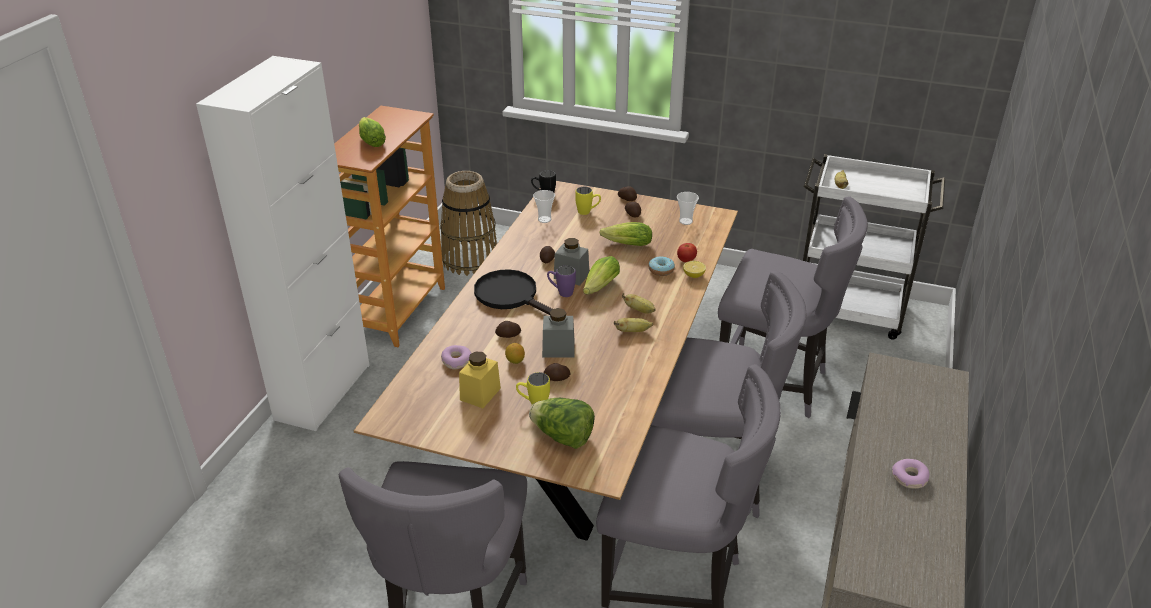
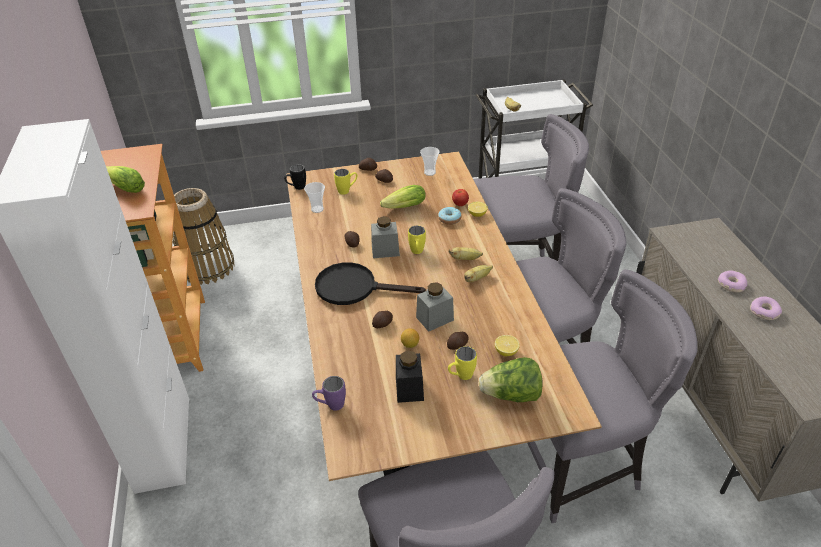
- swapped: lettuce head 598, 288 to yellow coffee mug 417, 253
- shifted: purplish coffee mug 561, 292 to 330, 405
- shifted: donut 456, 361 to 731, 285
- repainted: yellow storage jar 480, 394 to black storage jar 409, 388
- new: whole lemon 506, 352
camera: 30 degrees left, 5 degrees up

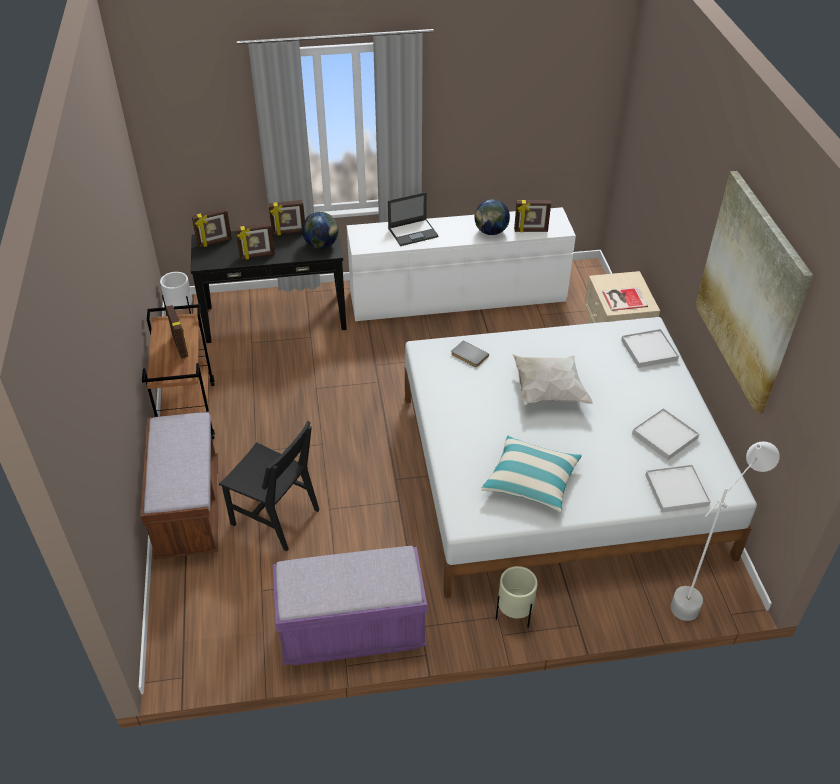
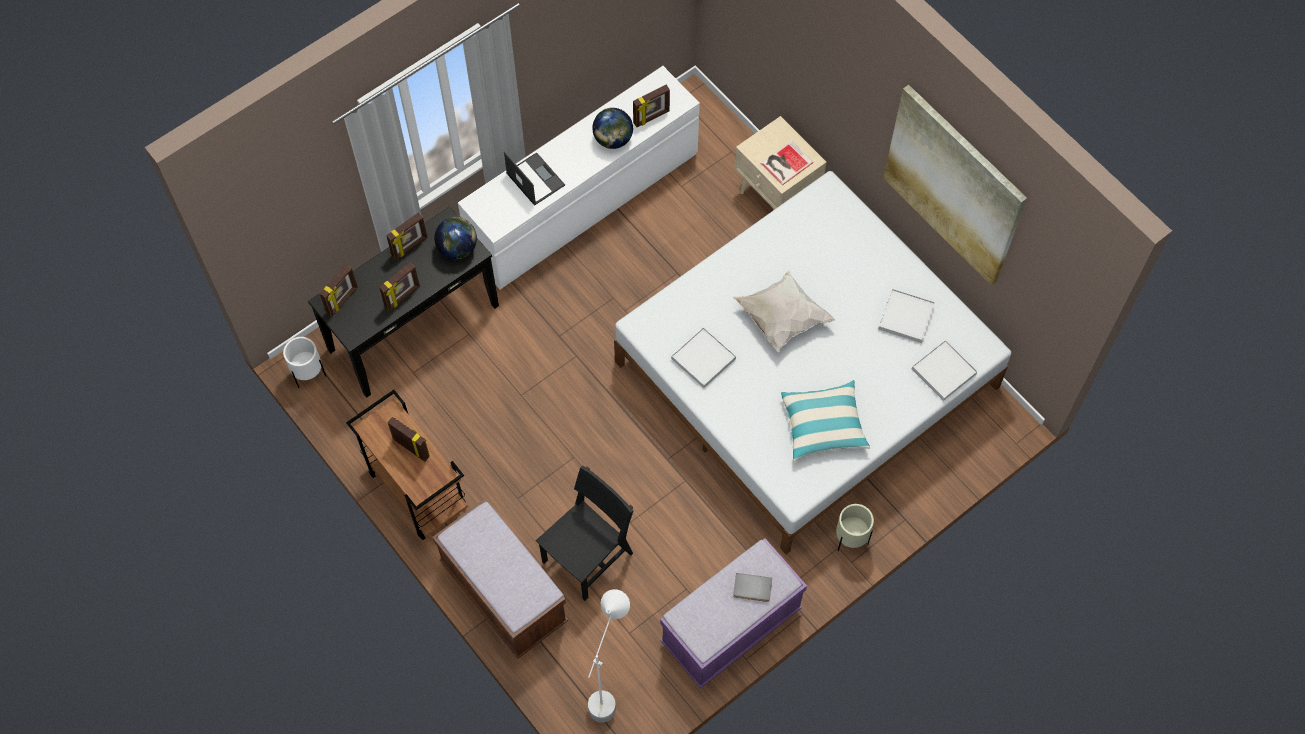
- rotated: notebook computer 413, 232 = 535, 179 75 degrees counterclockwise
- shifted: white serving tray 648, 350 to 703, 359
- shifted: gray book 469, 356 to 752, 589
- rotated: black plain chair 275, 517 = 588, 557 45 degrees counterclockwise
- shifted: white standing lamp 699, 595 to 609, 687
camera: 30 degrees left, 20 degrees up

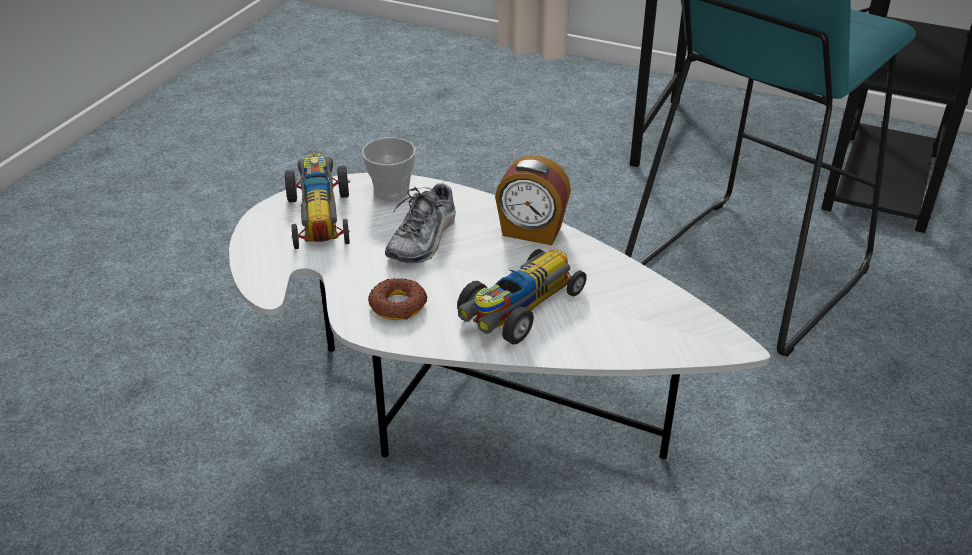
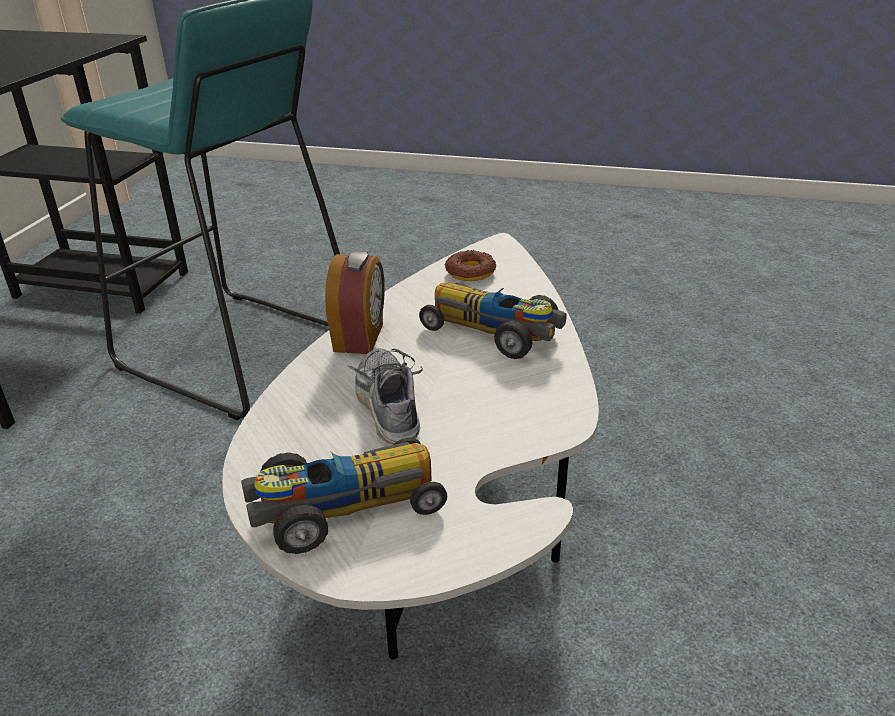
- gone: drinking cup 391, 191
- rotated: low shoe 423, 239 = 388, 405 120 degrees counterclockwise
- shifted: donut 398, 305 to 470, 272
camera: 100 degrees left, 5 degrees down

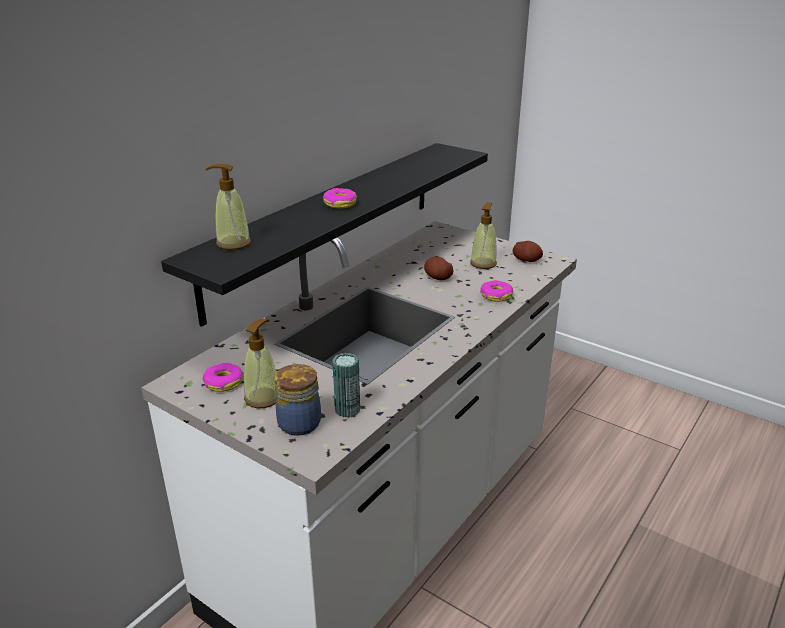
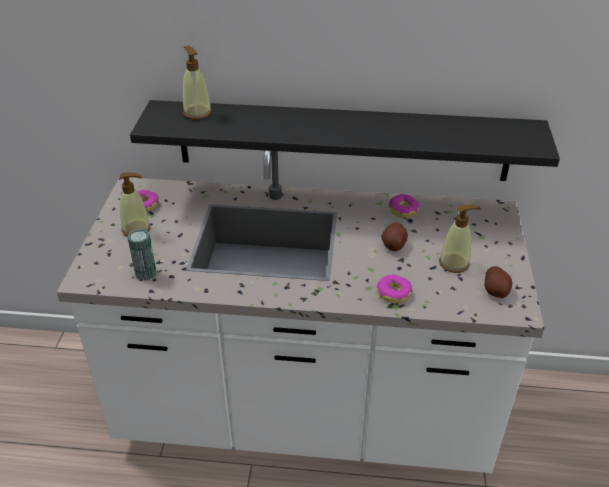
- shifted: donut 340, 203 to 403, 210
- gone: storage jar 298, 422
camera: 60 degrees right, 10 degrees up

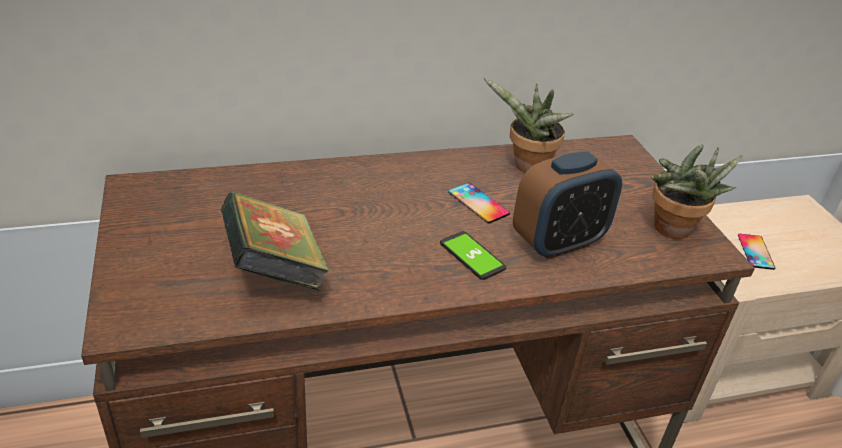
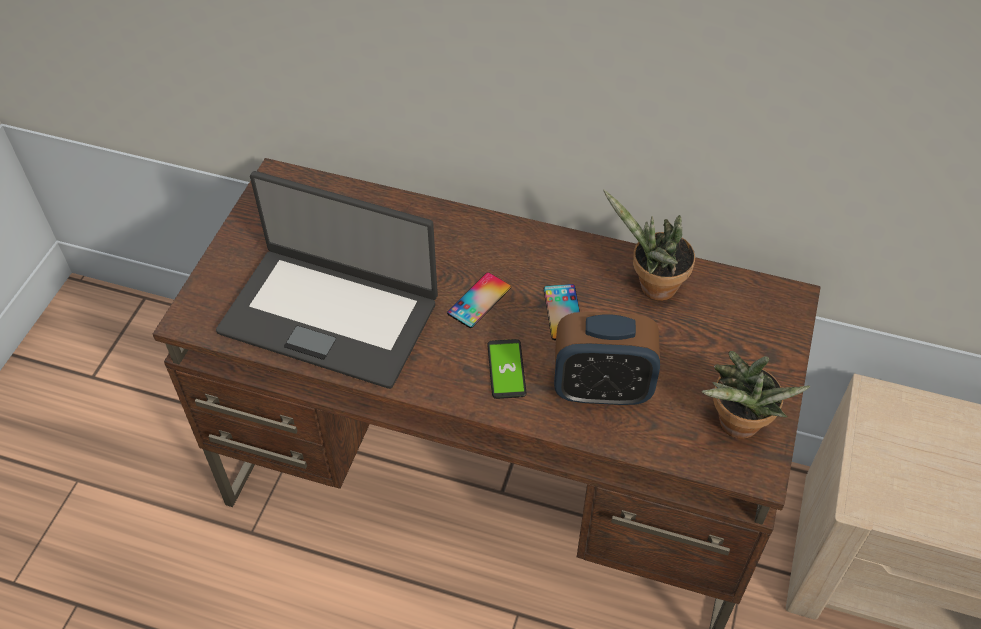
- swapped: book 275, 271 to notebook computer 330, 315
- shifted: handset 755, 251 to 479, 300
camera: 35 degrees right, 15 degrees up

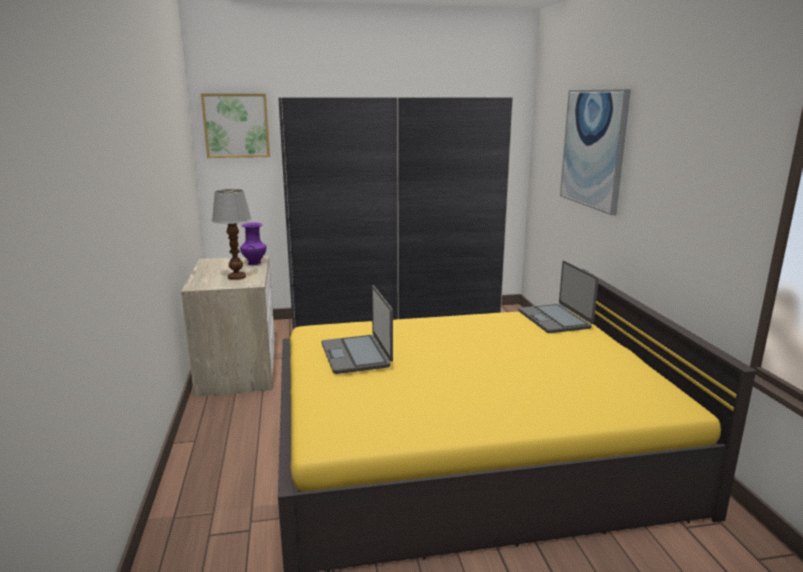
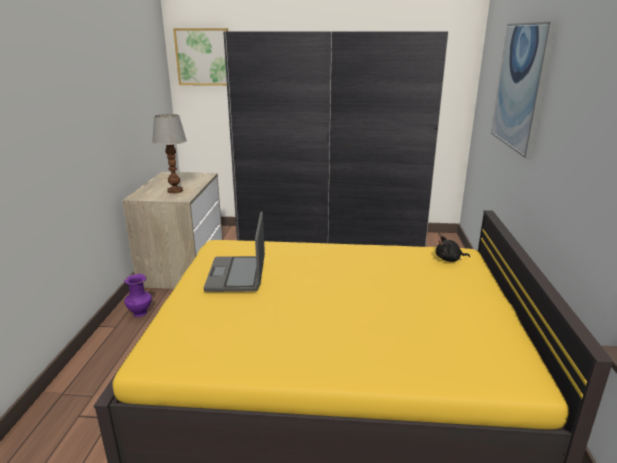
- shifted: purplish vase 254, 263 to 140, 313
- swapped: notebook computer 555, 319 to black soft toy 449, 259
camera: 15 degrees right, 5 degrees up

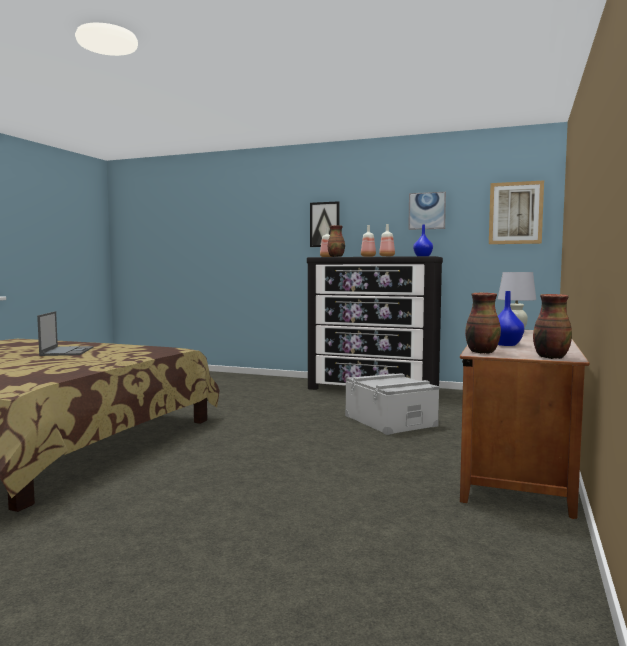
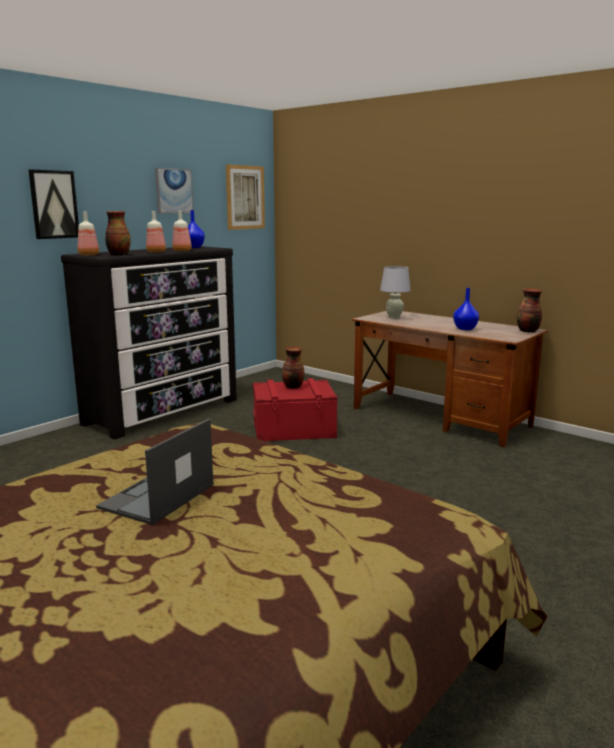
- shifted: vase 481, 352 to 292, 387
- rotated: notebook computer 67, 351 = 157, 497 75 degrees counterclockwise
- repainted: gray storage bin 390, 420 to red-coloured storage bin 293, 428
camera: 70 degrees left, 10 degrees up

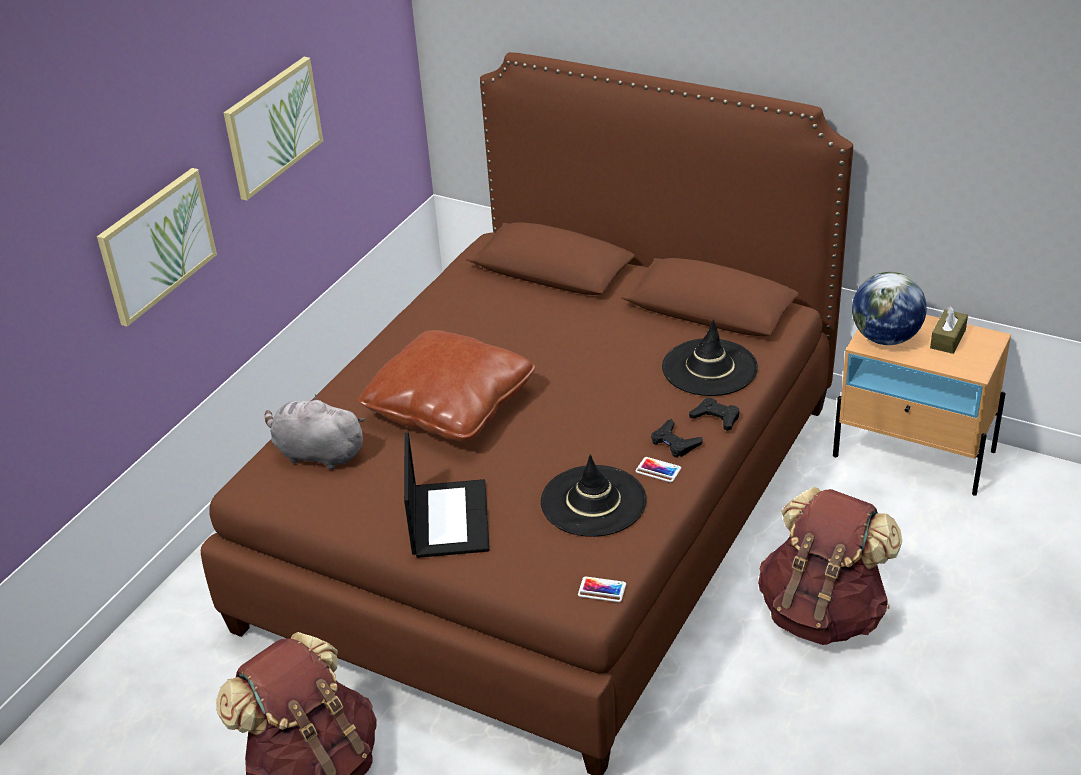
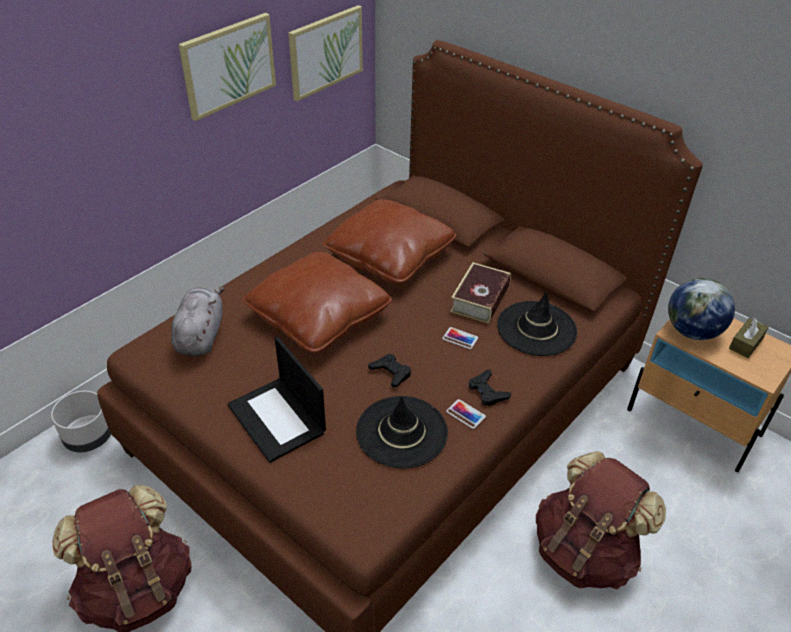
- shifted: wall art 156, 245 to 325, 52
- rotated: gray soft toy 317, 454 = 201, 335 60 degrees clockwise
- shifted: black game controller 716, 418 to 391, 373
- rotated: notebook computer 448, 518 = 278, 419 135 degrees clockwise
- shifted: handset 602, 590 to 460, 338
- new: brown-coloured cushion 389, 256
- new: book 480, 299
- new: gray plant pot 89, 437
camera: 10 degrees right, 5 degrees up

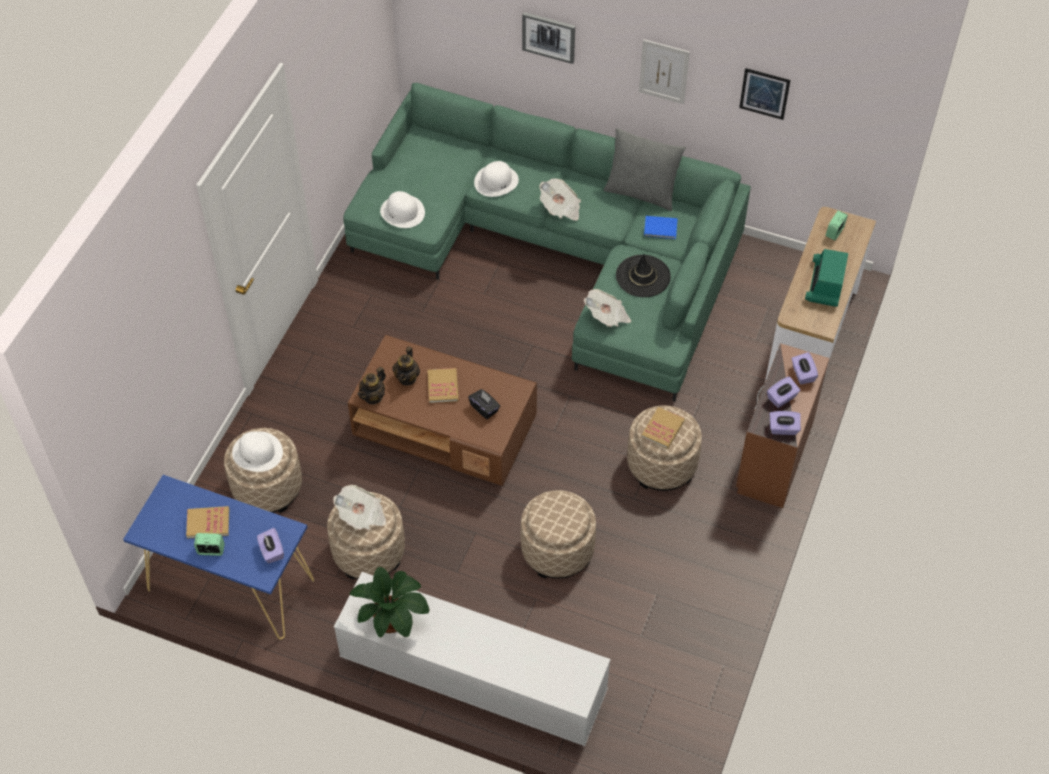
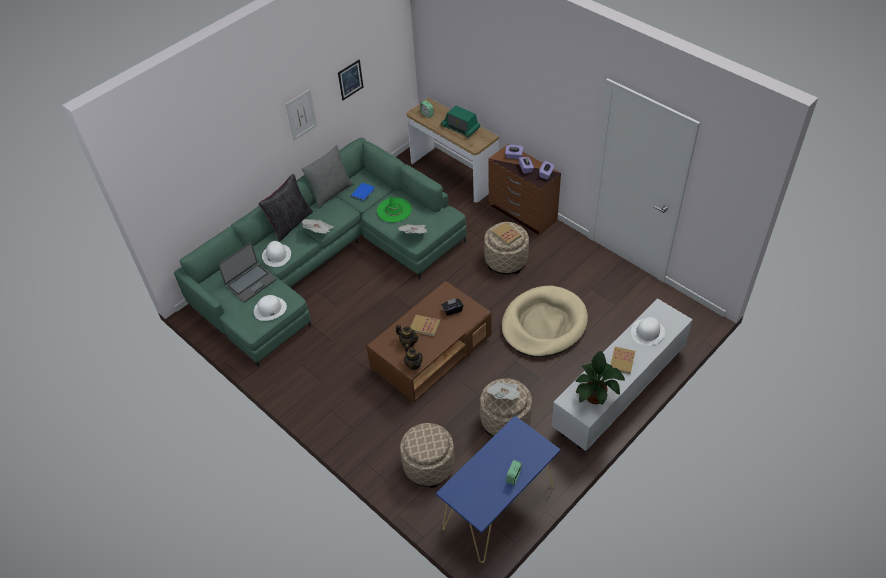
- gone: wall art 549, 36
- repainted: black wearable hat 643, 276 to green-coloured wearable hat 394, 210
- shifted: white wearable hat 257, 452 to 647, 332
- swapped: sand-coloured footrest 557, 550 to sand-coloured pet bed 544, 324
- shifted: book 208, 523 to 622, 361
- gone: purplish tissue holder 271, 551
- new: black cushion 290, 223
- new: notebook computer 250, 283
camera: 65 degrees left, 5 degrees down

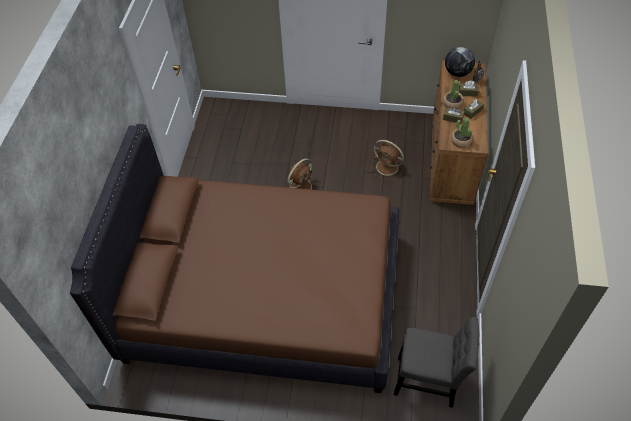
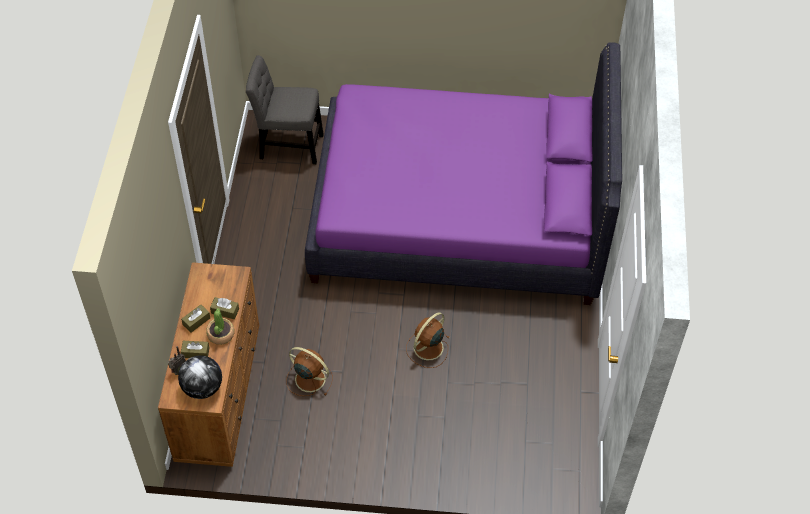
- gone: plant in a pot 461, 141
- repainted: brown-coloured sleeping bed 264, 297 to purplish sleeping bed 458, 216
camera: 175 degrees right, 0 degrees up

